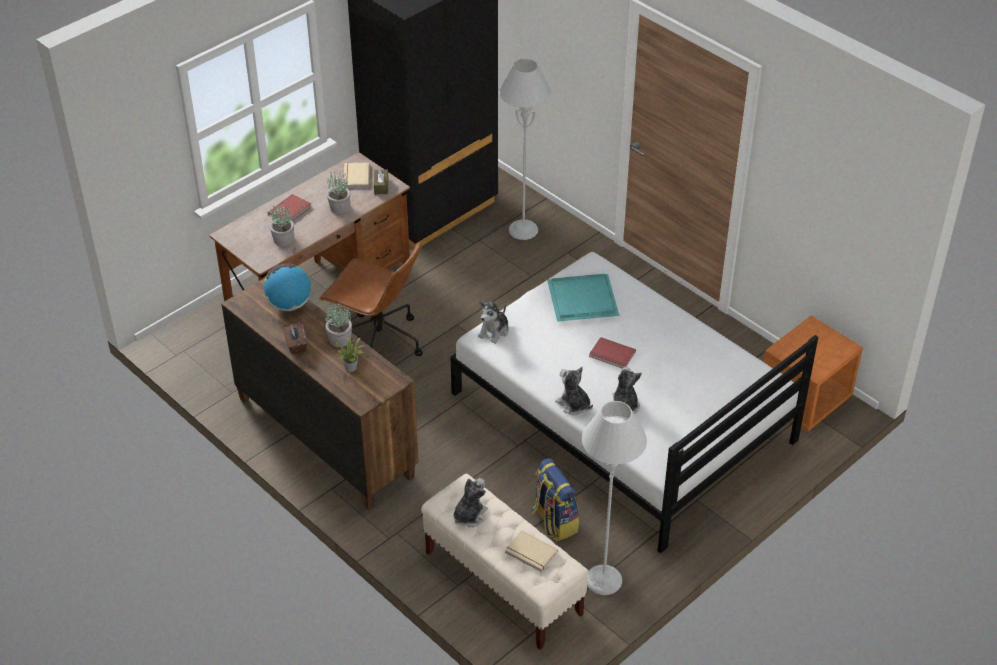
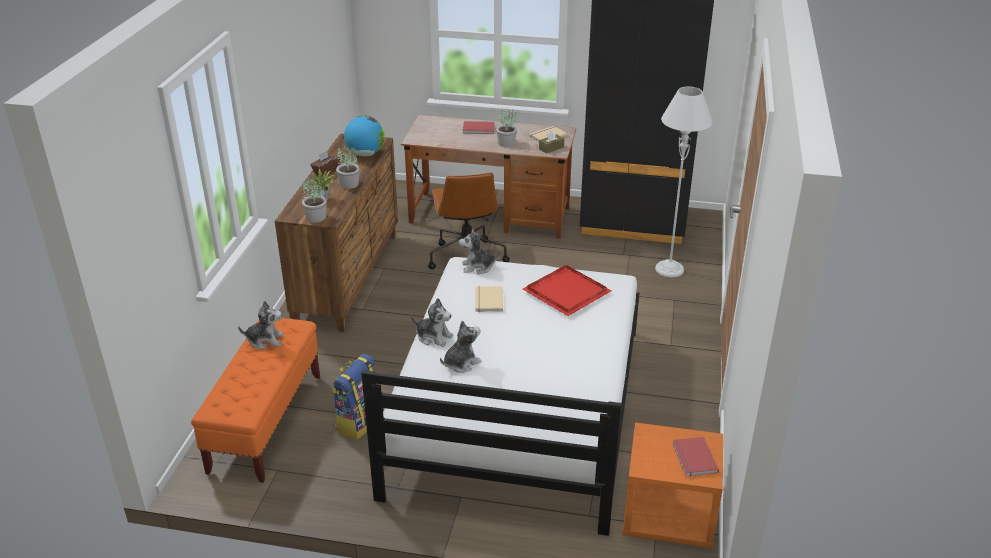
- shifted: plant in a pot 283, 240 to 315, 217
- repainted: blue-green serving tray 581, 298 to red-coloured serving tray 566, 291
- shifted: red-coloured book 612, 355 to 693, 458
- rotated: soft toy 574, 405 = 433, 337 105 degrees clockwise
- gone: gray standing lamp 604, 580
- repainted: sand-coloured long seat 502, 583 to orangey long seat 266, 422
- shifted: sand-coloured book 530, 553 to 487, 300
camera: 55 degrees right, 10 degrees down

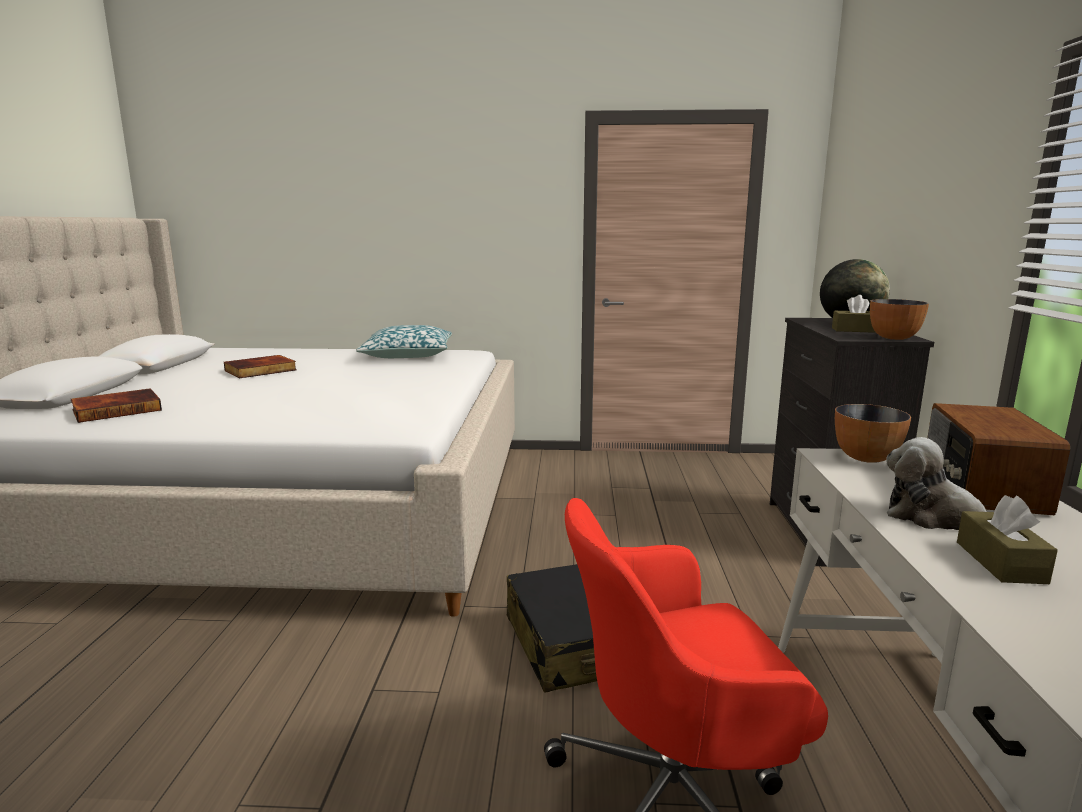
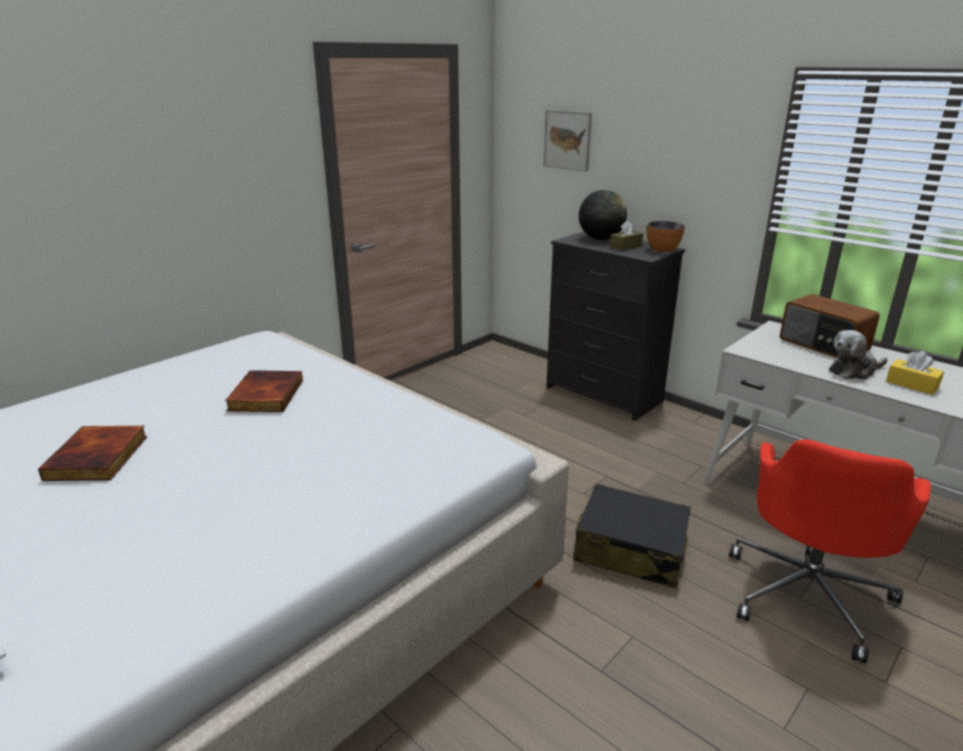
- gone: cushion 407, 354
- shifted: book 117, 409 to 265, 395
- gone: deep dish 865, 458
- repainted: brown-coloured tissue holder 1000, 562 to yellow tissue holder 912, 384
- new: wall art 567, 140
camera: 50 degrees left, 10 degrees up

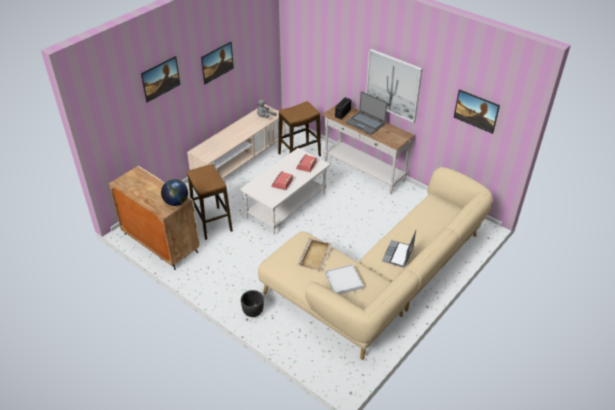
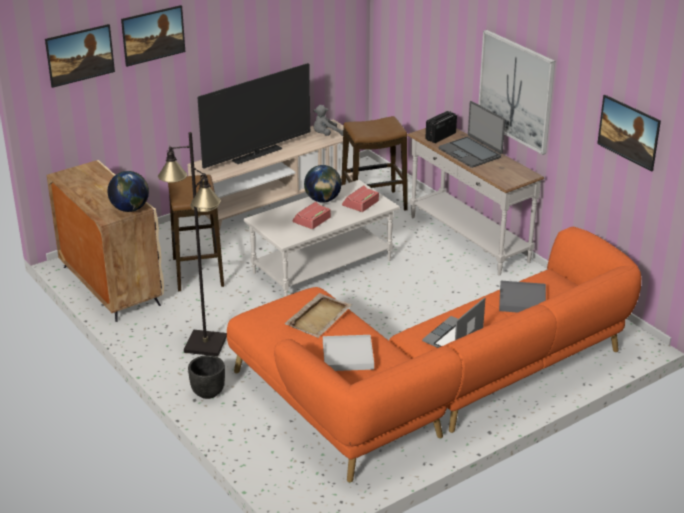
- shifted: wall art 218, 69 to 81, 67
- repainted: sand-coloured couch 381, 280 to orangey couch 429, 386
- new: television 257, 155
- new: black standing lamp 205, 344
- new: globe 323, 200
- new: gray serving tray 522, 300
camera: 15 degrees right, 10 degrees down

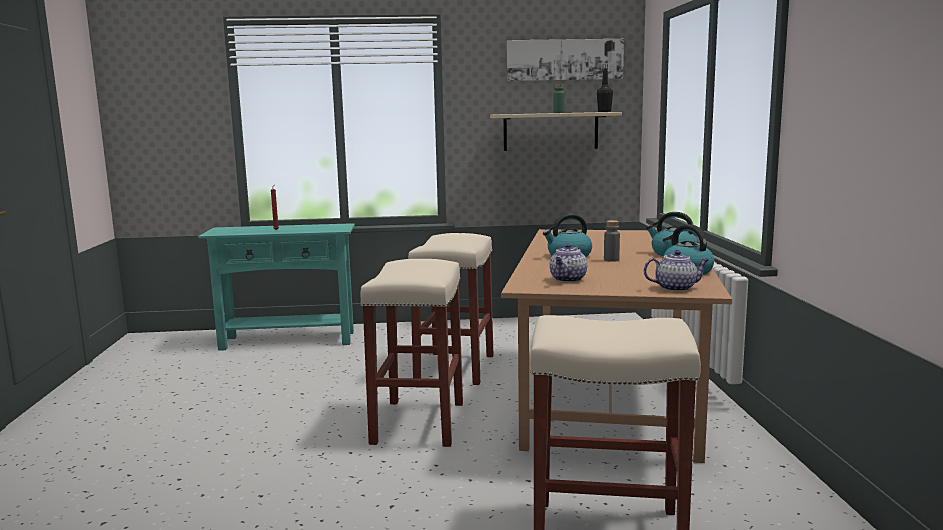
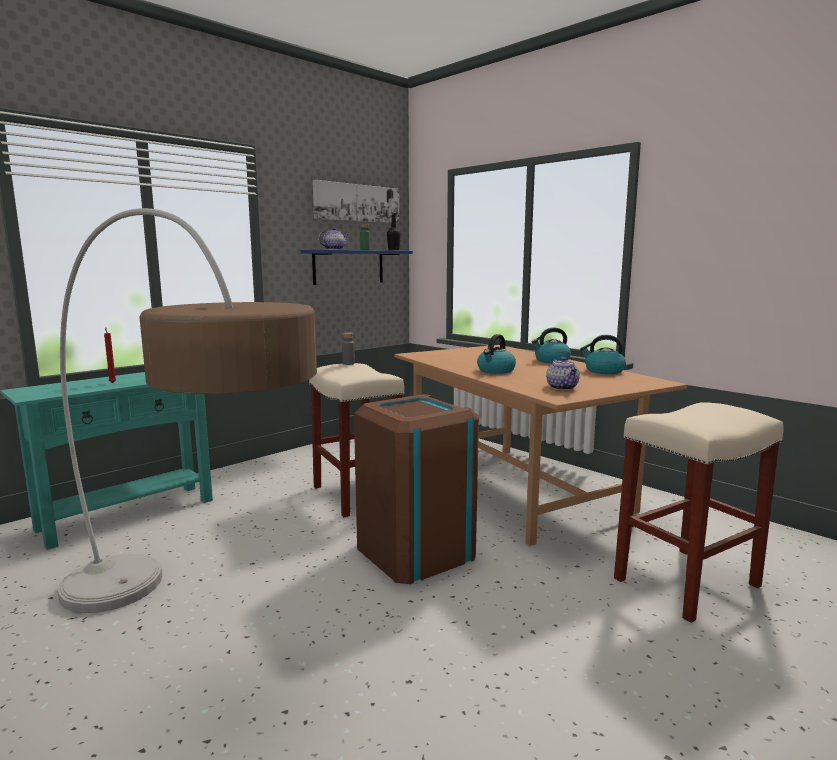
- repainted: sand-coloured bracket shelf 550, 131 to blue-coloured bracket shelf 348, 267
- shifted: gray beverage bottle 611, 260 to 348, 363
- shifted: teapot 676, 288 to 334, 249
- swapped: sand-coloured stool 418, 422 to brown-coloured trash can 415, 551
- new: standing lamp 187, 631
camera: 40 degrees left, 0 degrees up

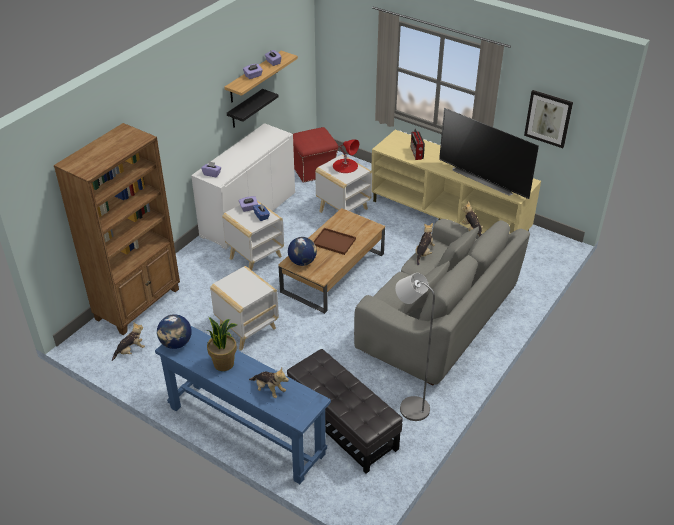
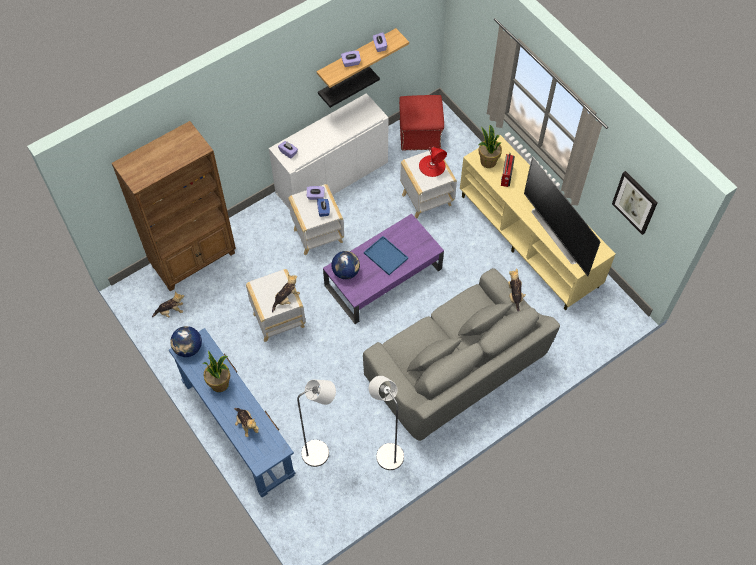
- repainted: brown-coloured lounge table 332, 273 to purplish lounge table 383, 277
- shifted: soft toy 424, 253 to 286, 298
- repainted: brown-coloured serving tray 335, 242 to blue-coloured serving tray 386, 256
- swapped: black footrest 342, 425 to gray standing lamp 320, 451
- new: plant in a pot 488, 161
camera: 20 degrees right, 20 degrees up

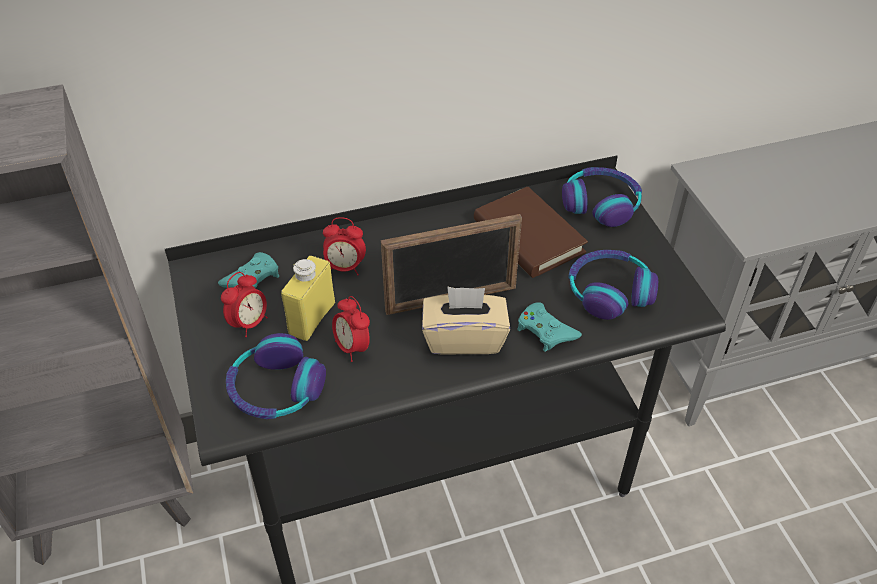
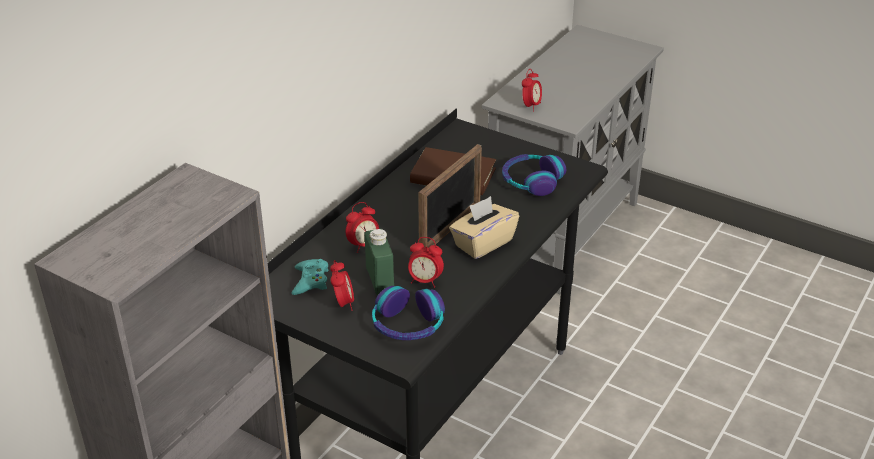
- gone: pair of headphones 601, 204
- repainted: yellow beverage bottle 312, 318 to green-coloured beverage bottle 380, 280
- gone: blue-green game controller 545, 331
- new: table clock 531, 106
camera: 40 degrees left, 10 degrees down

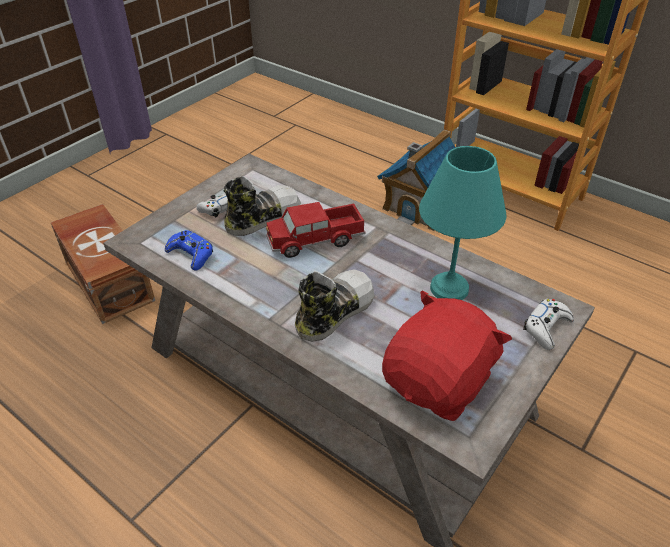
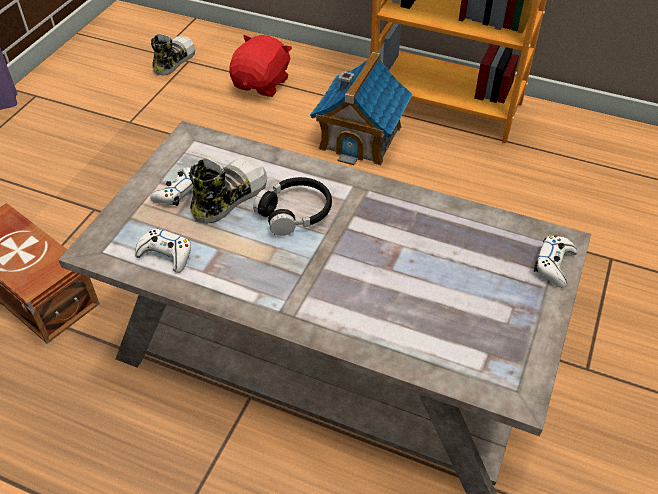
- gone: blue-green table lamp 447, 288
- swapped: toy lorry 315, 240 to black pair of headphones 295, 212
- repainted: blue-coloured game controller 191, 254 to white game controller 166, 255
- shifted: low shoe 333, 312 to 173, 61
- shifted: red-coloured soft toy 439, 382 to 262, 84
camera: 15 degrees left, 5 degrees up

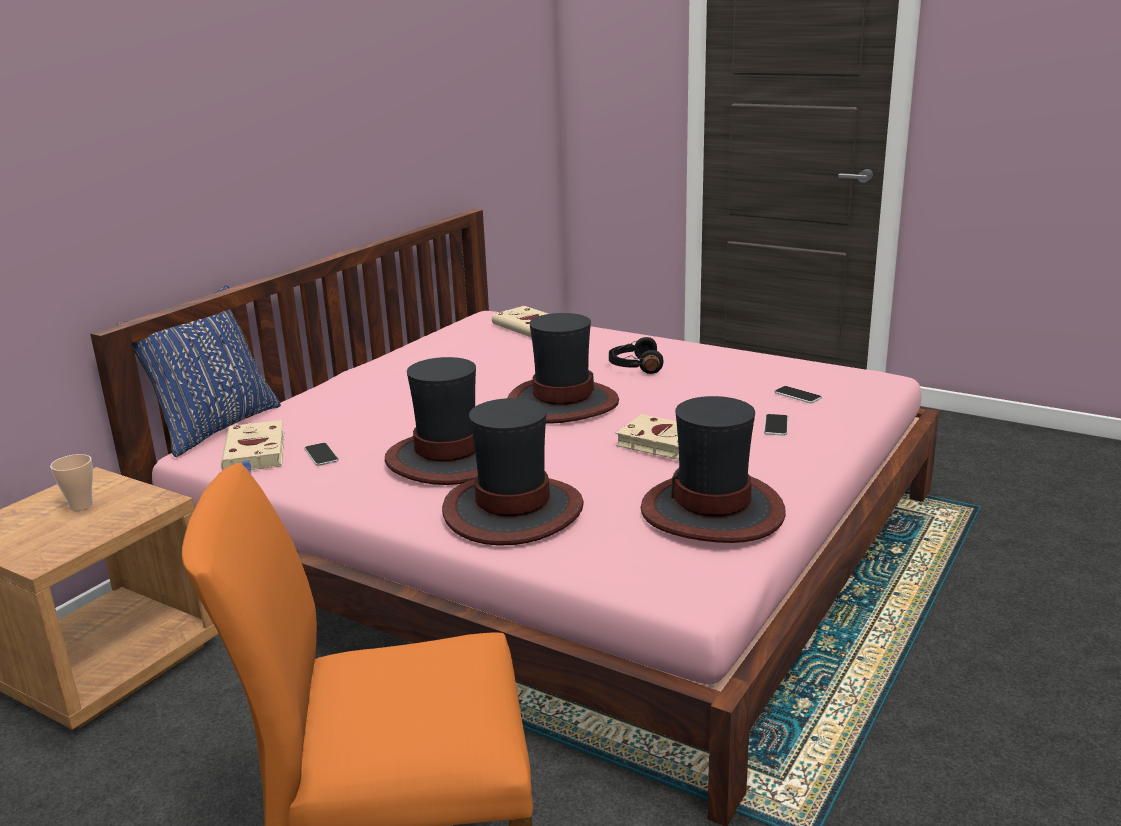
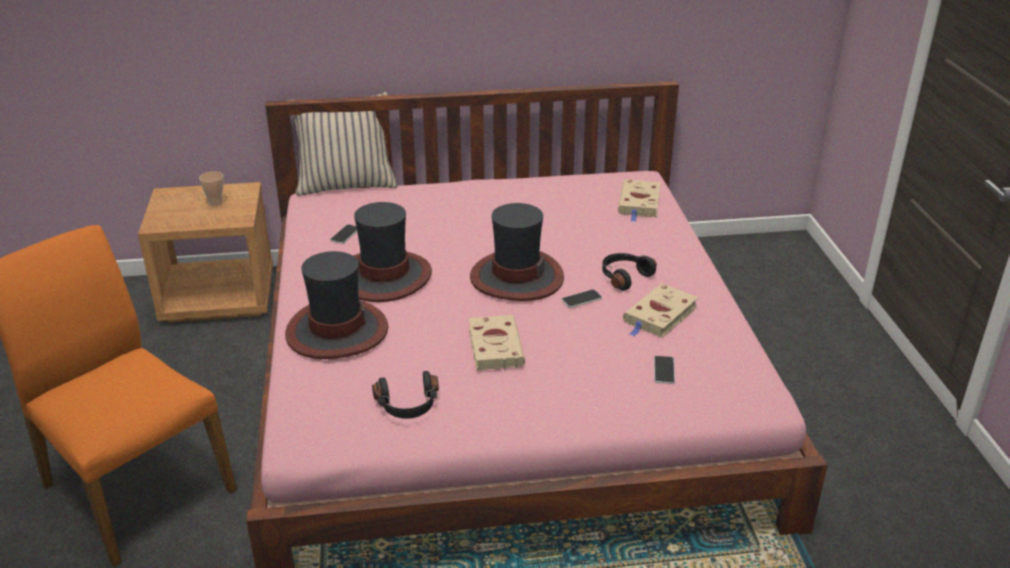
- repainted: blue-coloured cushion 213, 427 to sand-coloured cushion 346, 185
- swapped: wearable hat 713, 511 to black pair of headphones 408, 406
- shifted: handset 776, 426 to 581, 299
- shifted: sand-coloured book 255, 454 to 659, 316
camera: 50 degrees right, 10 degrees up

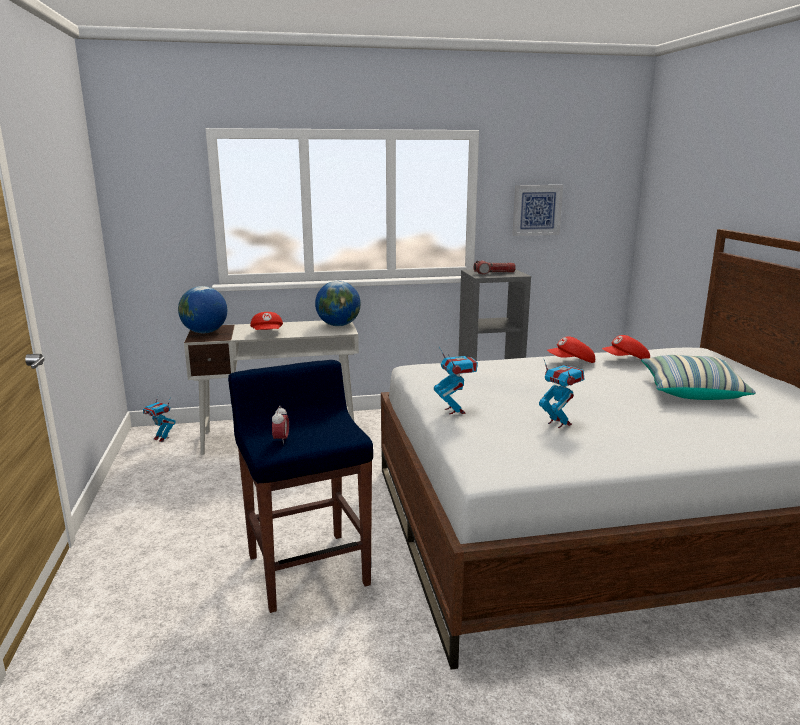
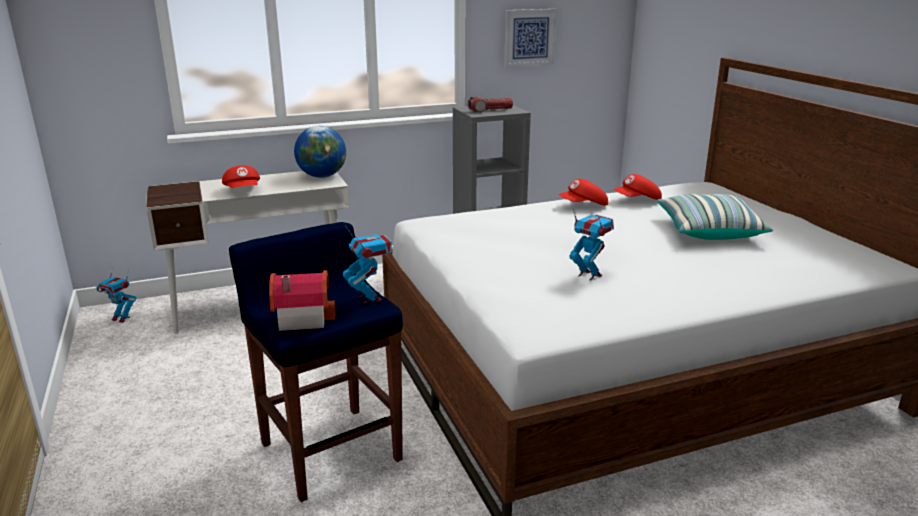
- gone: globe 205, 332
- shifted: robot figure 455, 410 to 370, 298
- swapped: table clock 281, 440 to model house 301, 317
camera: 10 degrees left, 5 degrees up

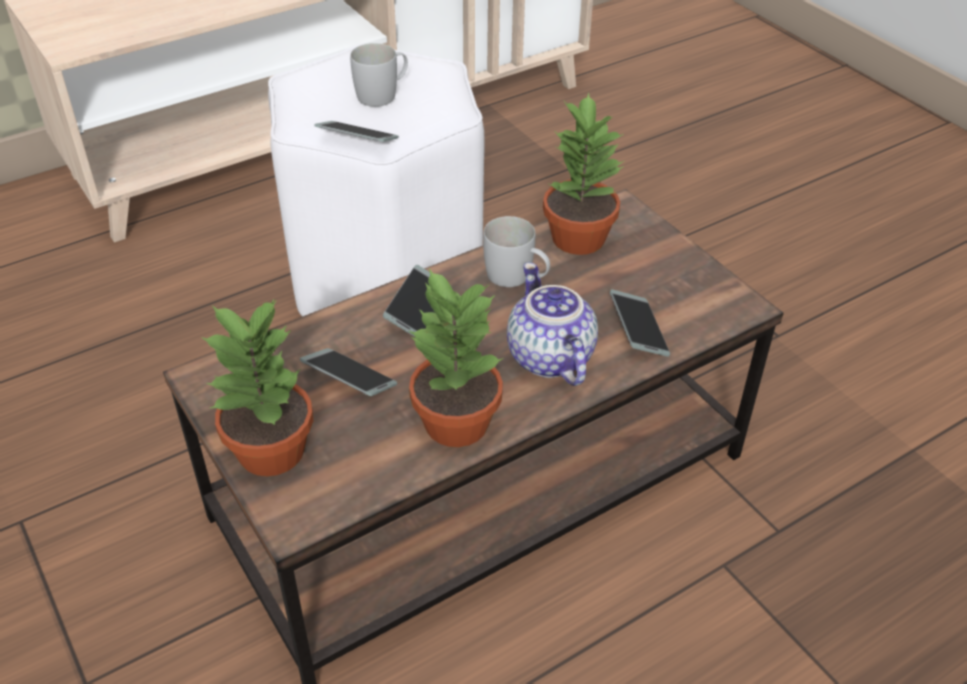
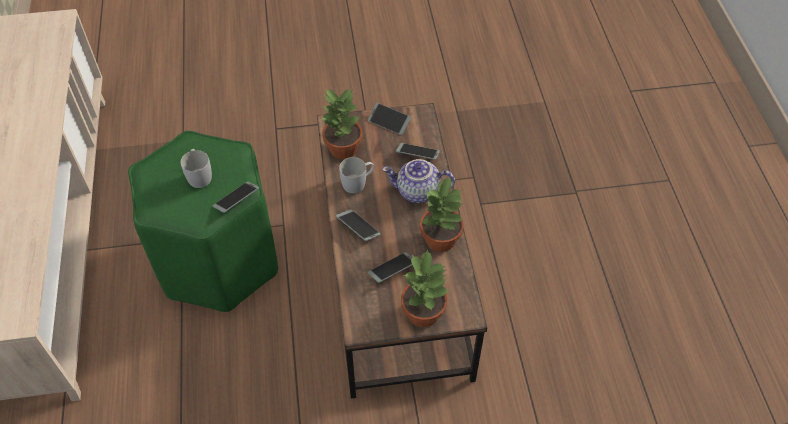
- repainted: white stool 387, 279 to green-coloured stool 220, 261
- new: handset 389, 122
camera: 65 degrees left, 10 degrees up

